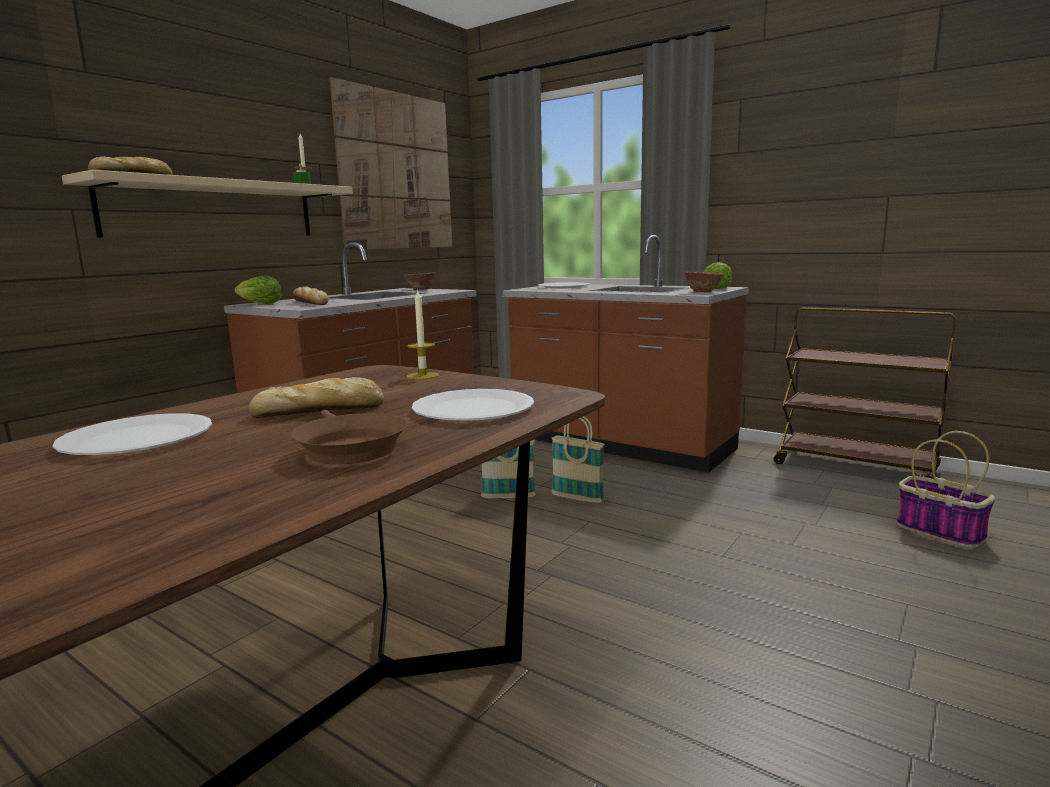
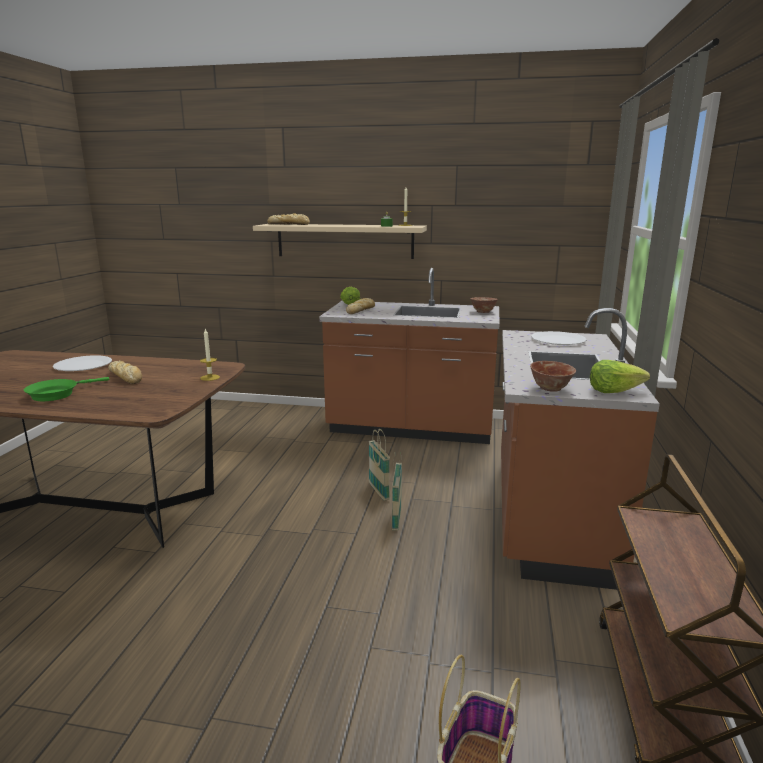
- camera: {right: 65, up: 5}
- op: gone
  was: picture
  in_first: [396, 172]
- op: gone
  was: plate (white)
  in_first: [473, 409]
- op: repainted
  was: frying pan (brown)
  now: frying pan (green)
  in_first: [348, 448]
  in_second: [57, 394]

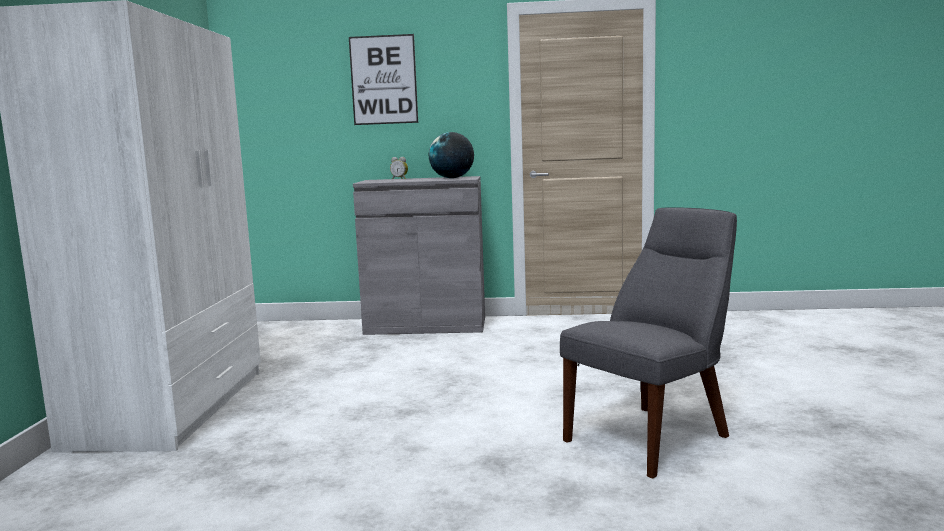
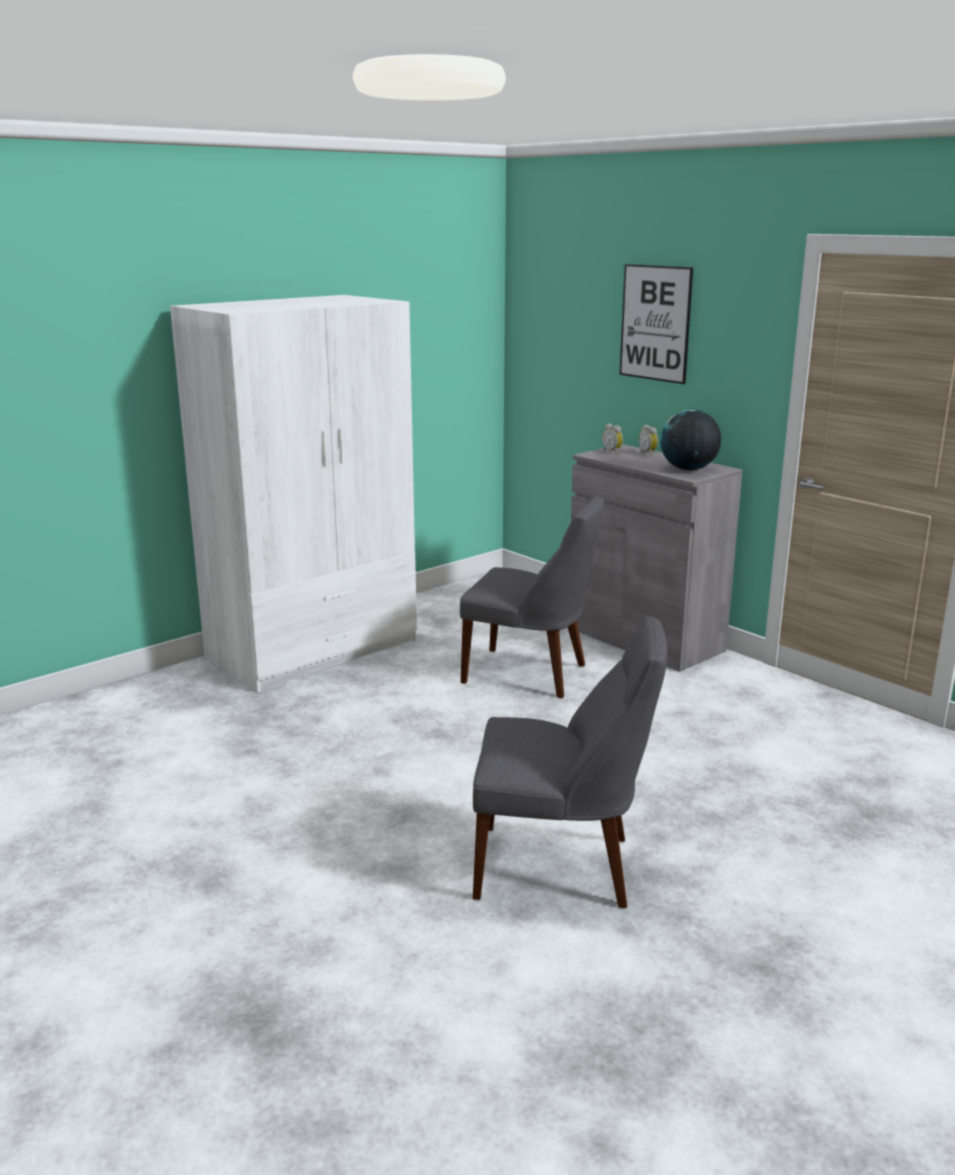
- camera: {right: 45, up: 10}
- op: new
  now: alarm clock
  in_second: [612, 452]
- op: new
  now: chair (grey)
  in_second: [530, 674]

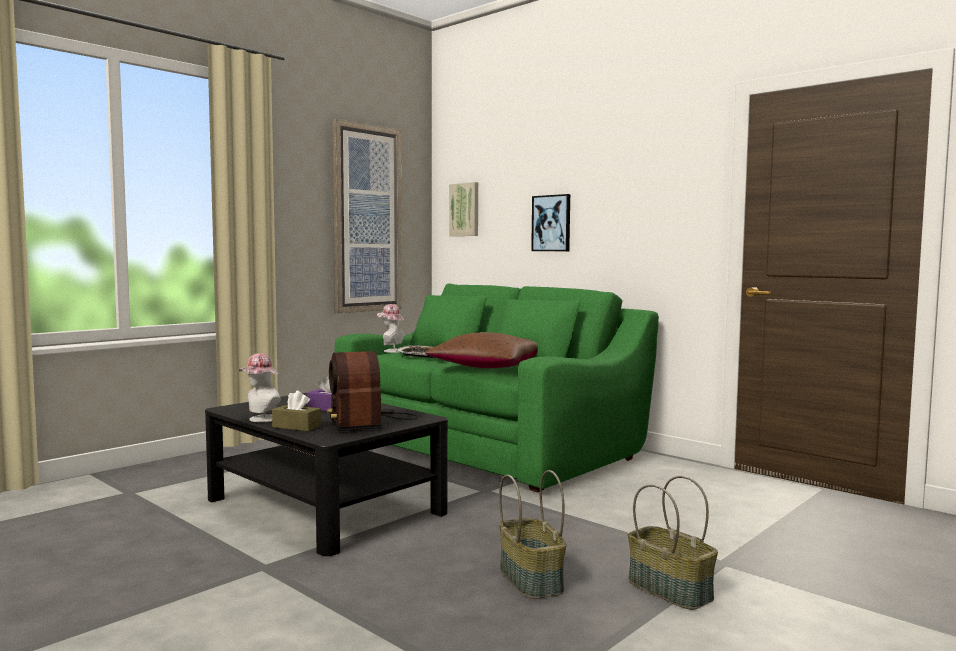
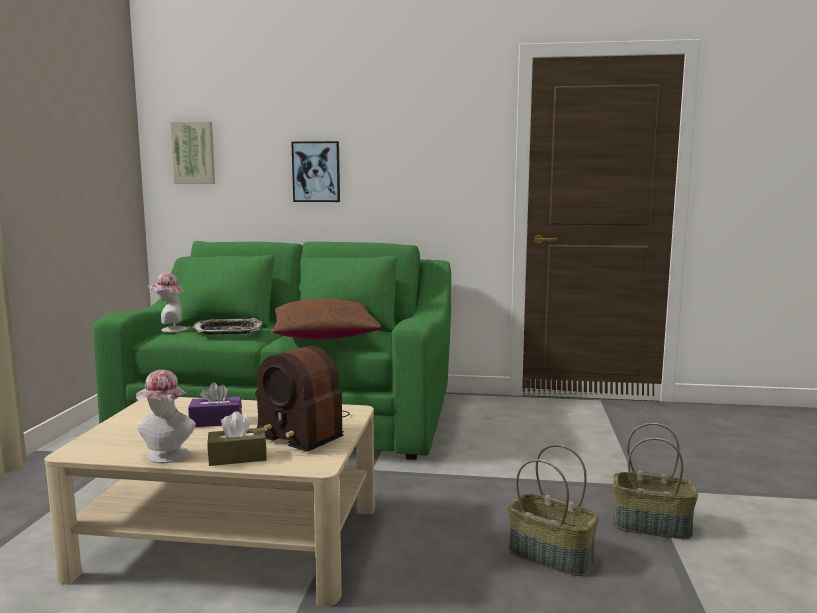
- camera: {right: -35, up: 5}
- op: gone
  was: picture
  in_first: [366, 219]
- op: repainted
  was: coffee table (black)
  now: coffee table (beige)
  in_first: [325, 506]
  in_second: [231, 540]

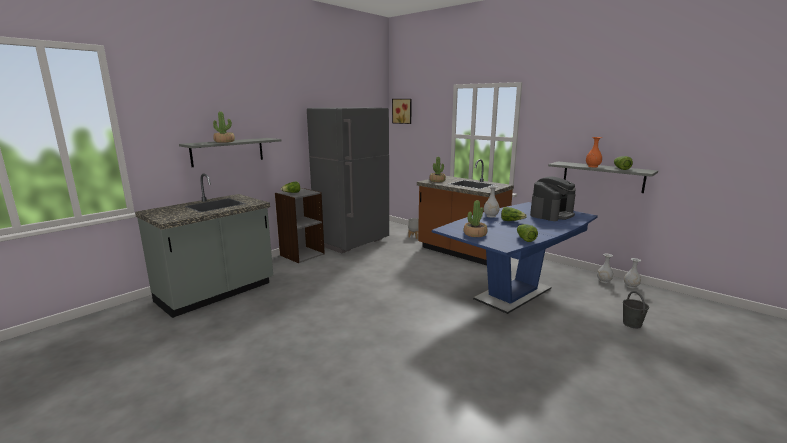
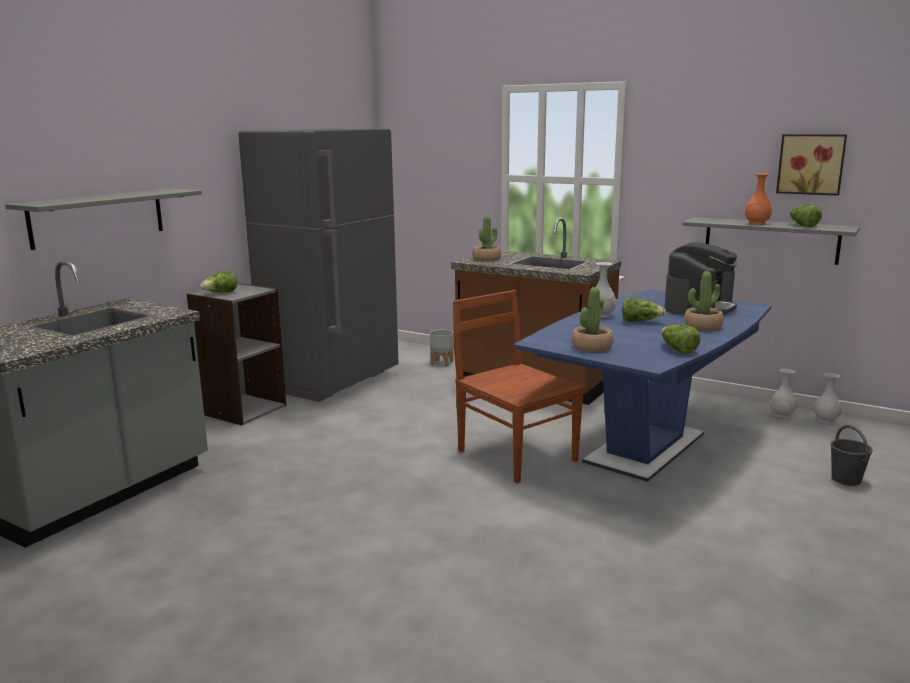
- camera: {right: -10, up: 0}
- op: shifted
  was: picture
  in_first: [402, 111]
  in_second: [811, 164]
- op: shifted
  was: potted plant
  in_first: [224, 141]
  in_second: [703, 326]
- op: new
  now: chair (brown)
  in_second: [515, 454]

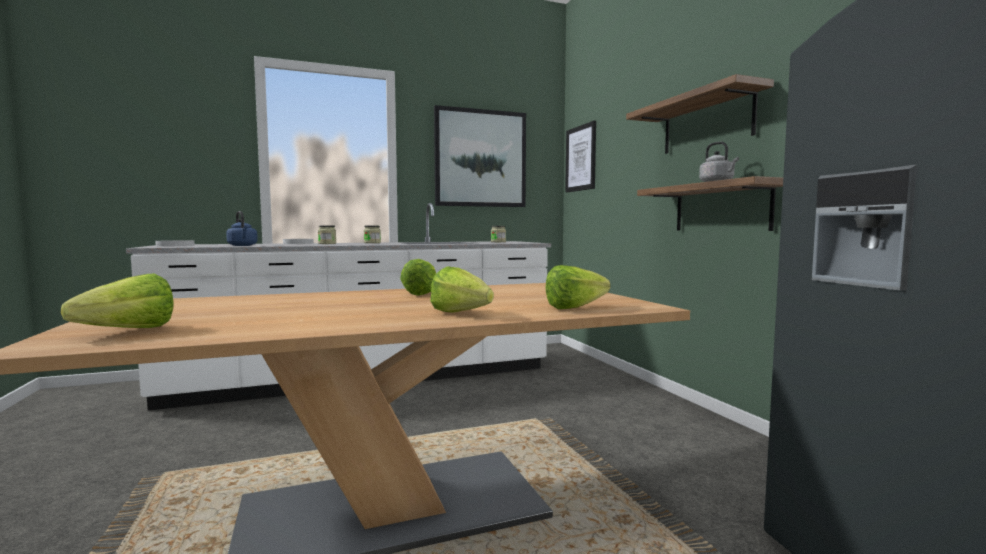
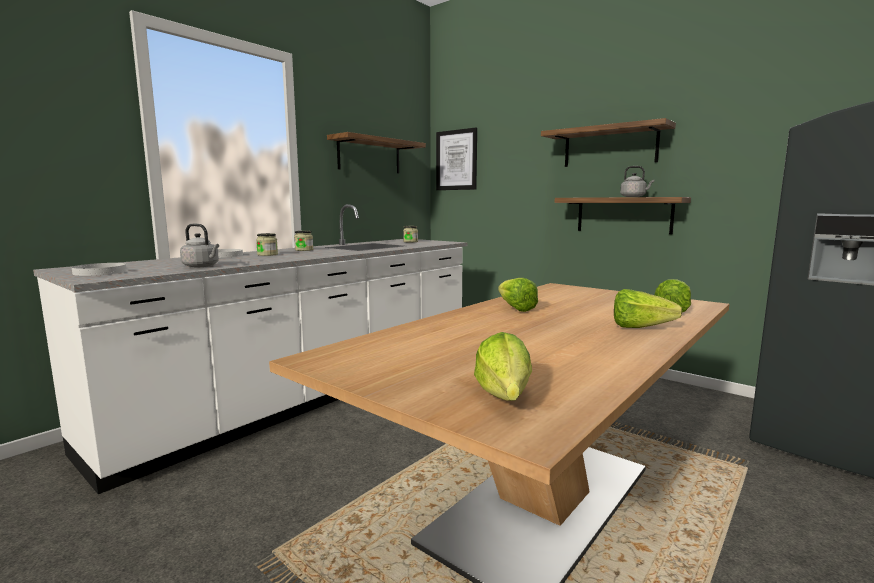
- camera: {right: -30, up: 5}
- op: swapped
  was: picture
  now: shelf
  in_first: [480, 158]
  in_second: [369, 156]
- op: repainted
  was: kettle (blue)
  now: kettle (grey)
  in_first: [243, 245]
  in_second: [202, 266]

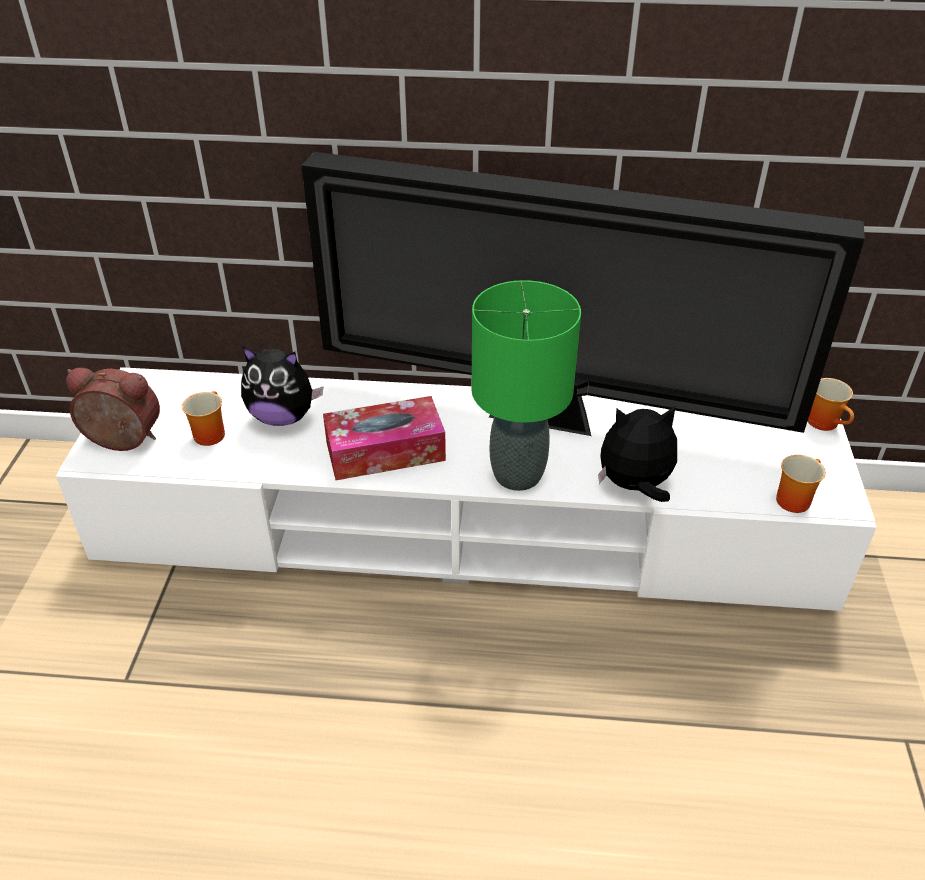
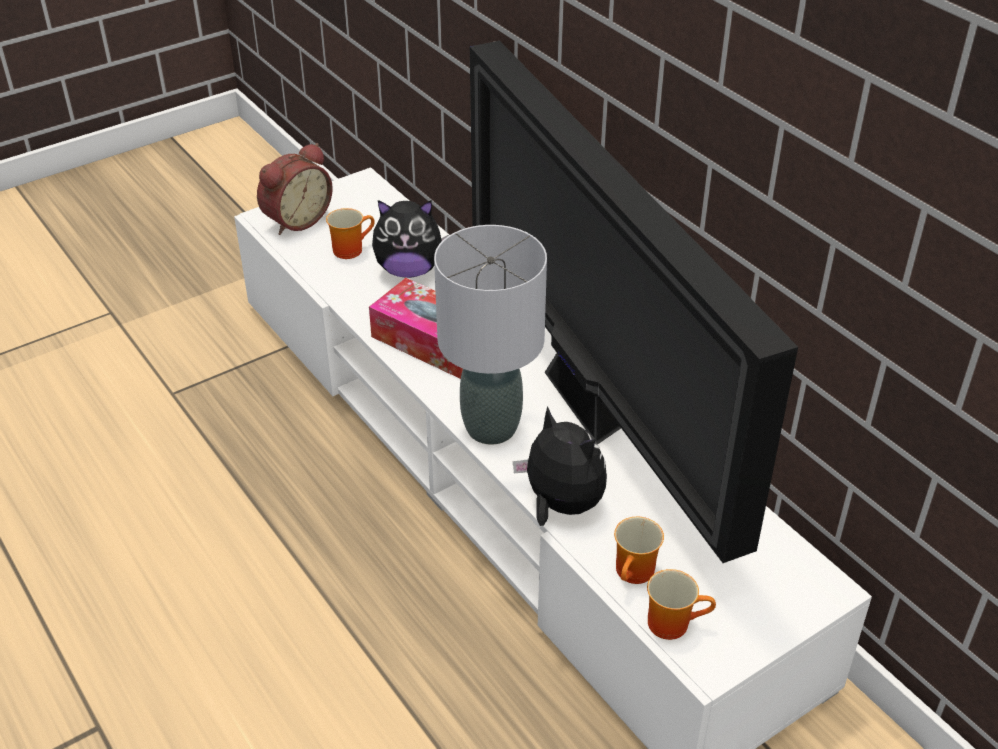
- camera: {right: 50, up: 0}
- op: repainted
  was: table lamp (green)
  now: table lamp (grey)
  in_first: [517, 474]
  in_second: [491, 427]
- op: rotated
  was: plush toy
  in_first: [283, 417]
  in_second: [409, 270]
  clockwise: -60
- op: rotated
  was: alarm clock
  in_first: [122, 442]
  in_second: [295, 219]
  clockwise: 75
- op: shifted
  was: mug
  in_first: [826, 423]
  in_second: [636, 574]

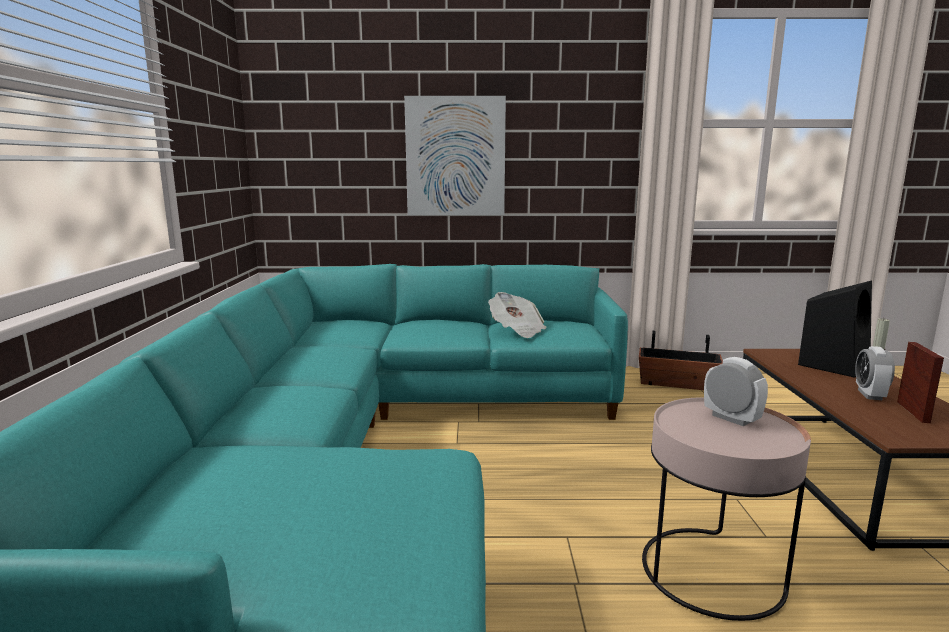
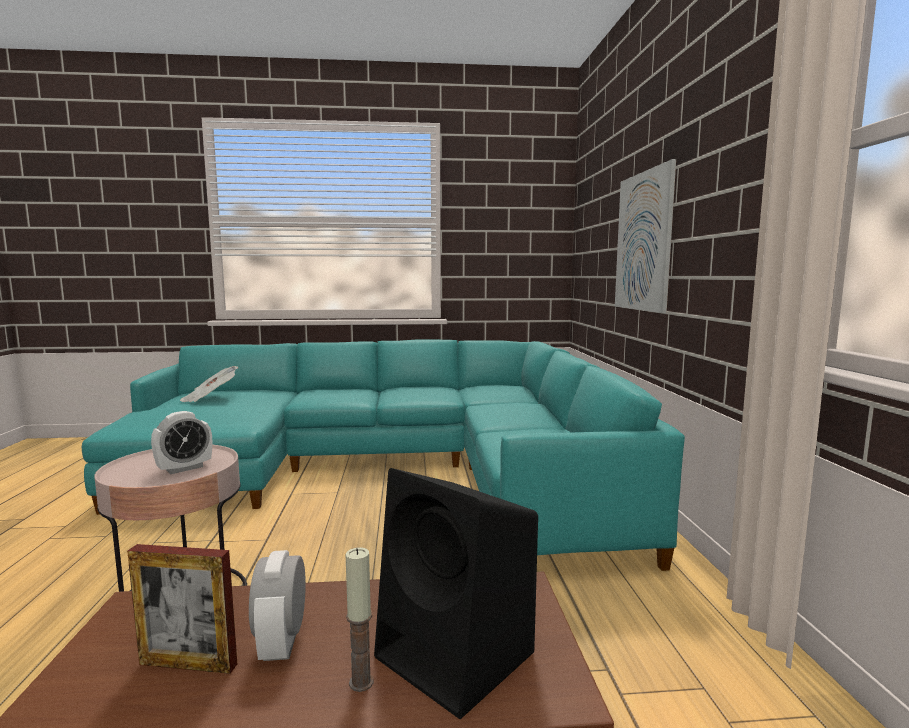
- camera: {right: 85, up: -5}
- op: shifted
  was: newspaper
  in_first: [517, 330]
  in_second: [210, 399]
- op: gone
  was: planter
  in_first: [677, 383]
- op: rotated
  was: alarm clock
  in_first: [869, 395]
  in_second: [281, 643]
  clockwise: -105

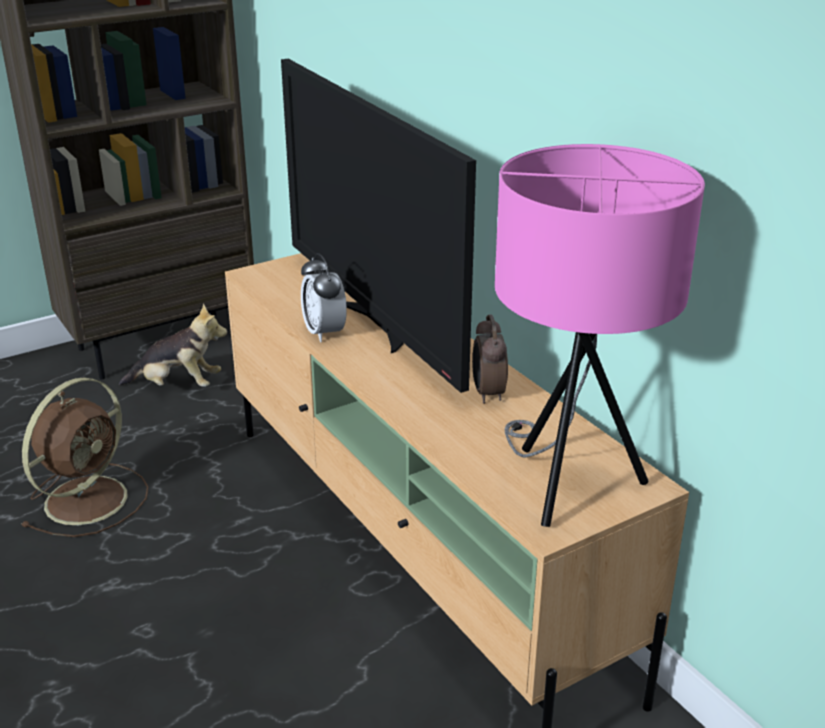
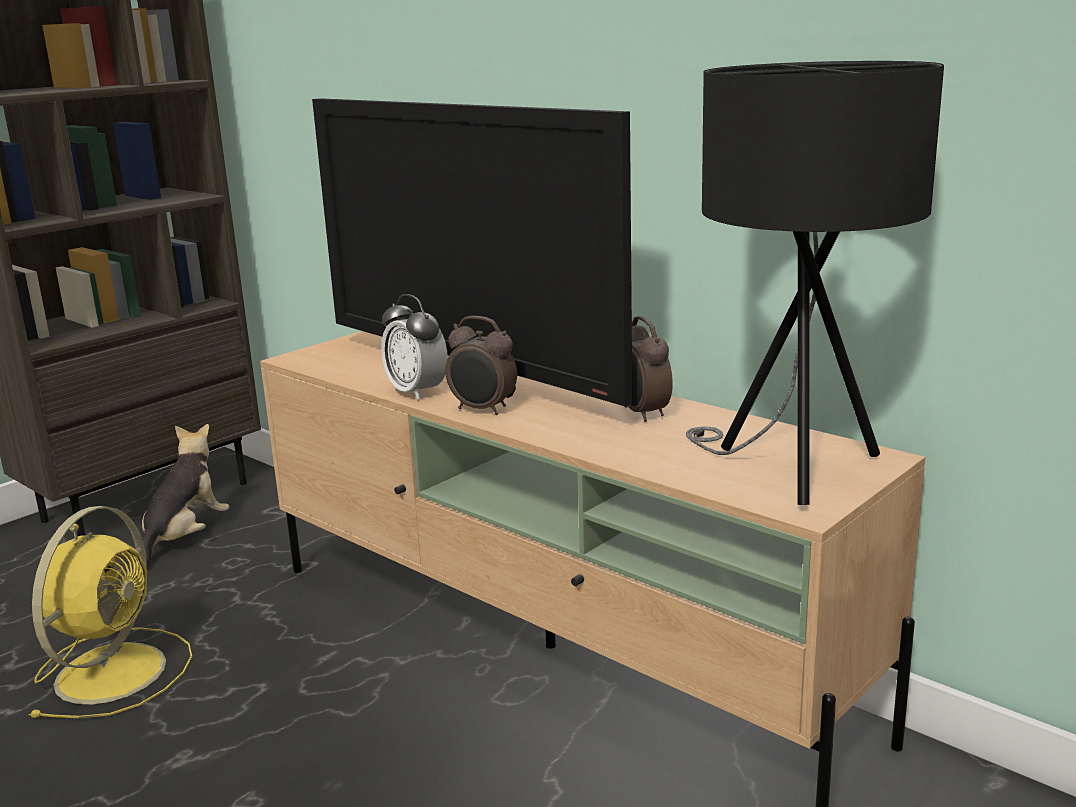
- camera: {right: -15, up: -10}
- op: repainted
  was: table lamp (pink)
  now: table lamp (black)
  in_first: [567, 482]
  in_second: [792, 469]
- op: rotated
  was: plush toy
  in_first: [178, 385]
  in_second: [185, 537]
  clockwise: -60
- op: repainted
  was: fan (brown)
  now: fan (yellow)
  in_first: [89, 498]
  in_second: [114, 670]
- op: new
  now: alarm clock
  in_second: [482, 410]

